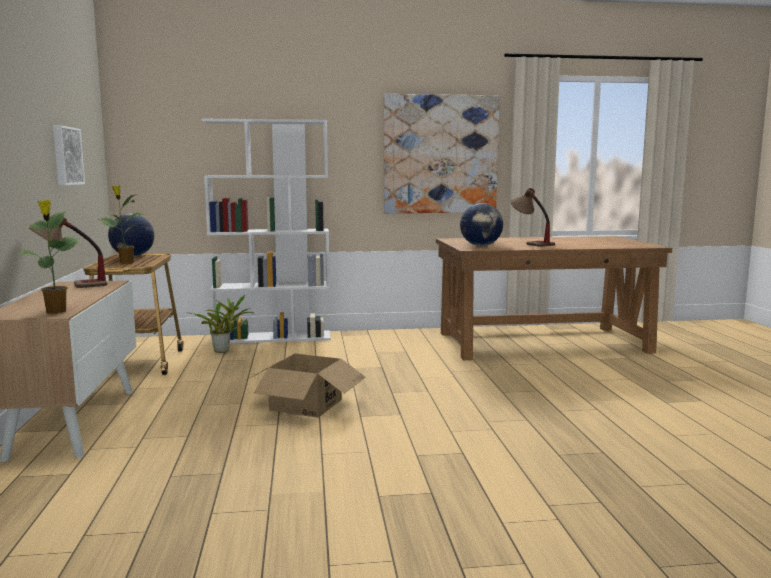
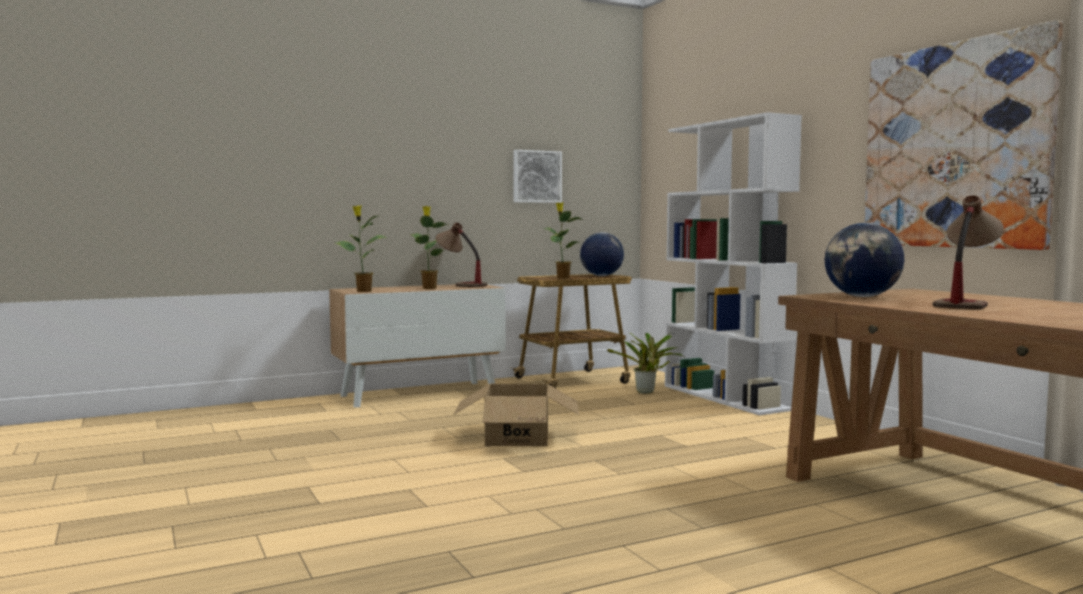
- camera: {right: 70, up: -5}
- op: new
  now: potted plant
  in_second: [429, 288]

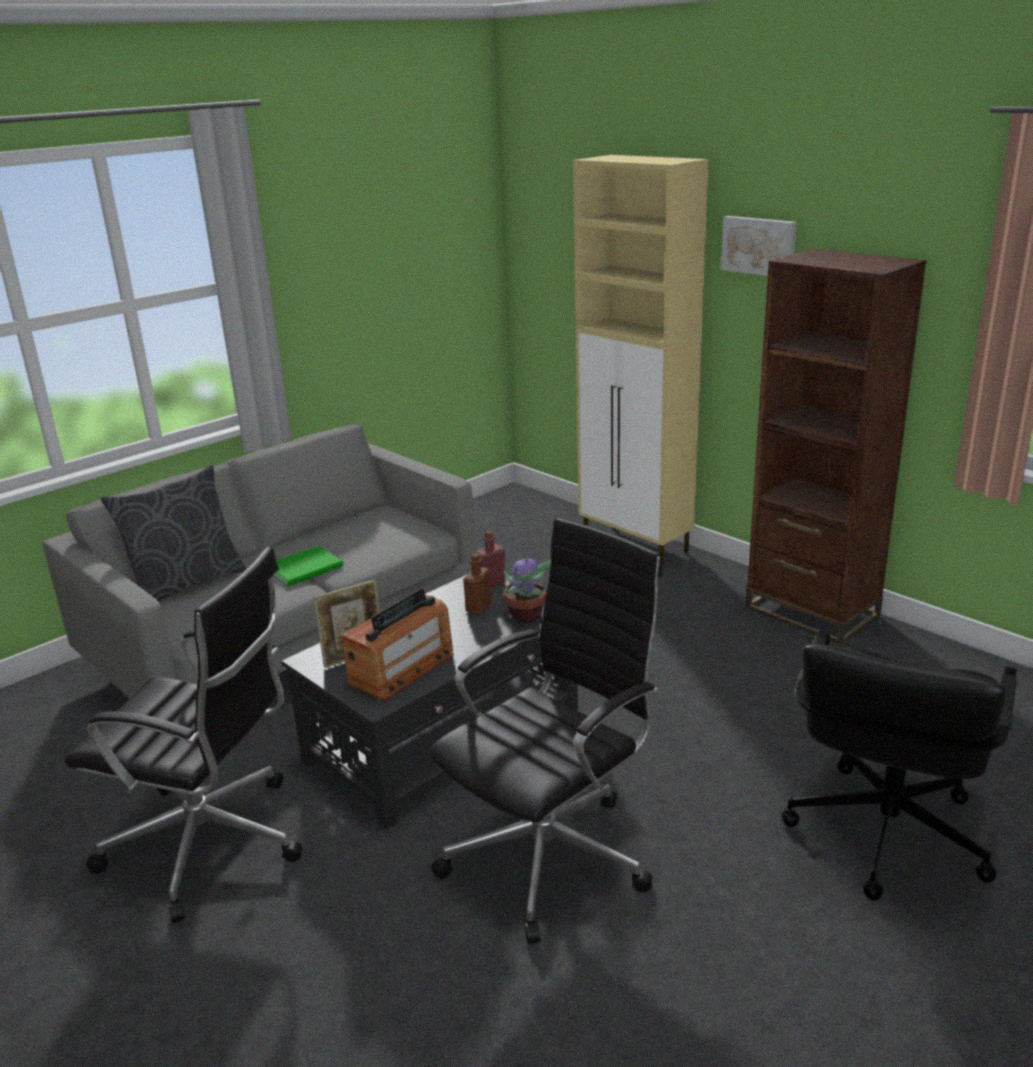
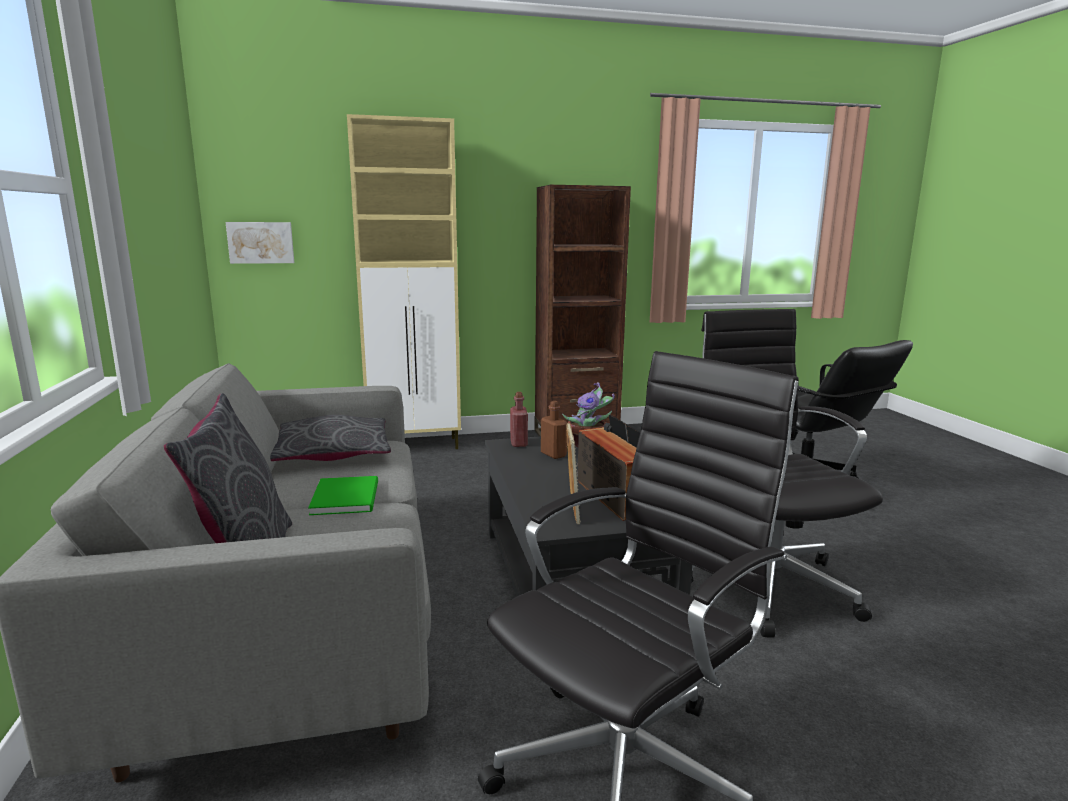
- camera: {right: -60, up: -10}
- op: shifted
  was: picture
  in_first: [759, 246]
  in_second: [261, 242]
- op: new
  now: pillow (grey)
  in_second: [332, 453]

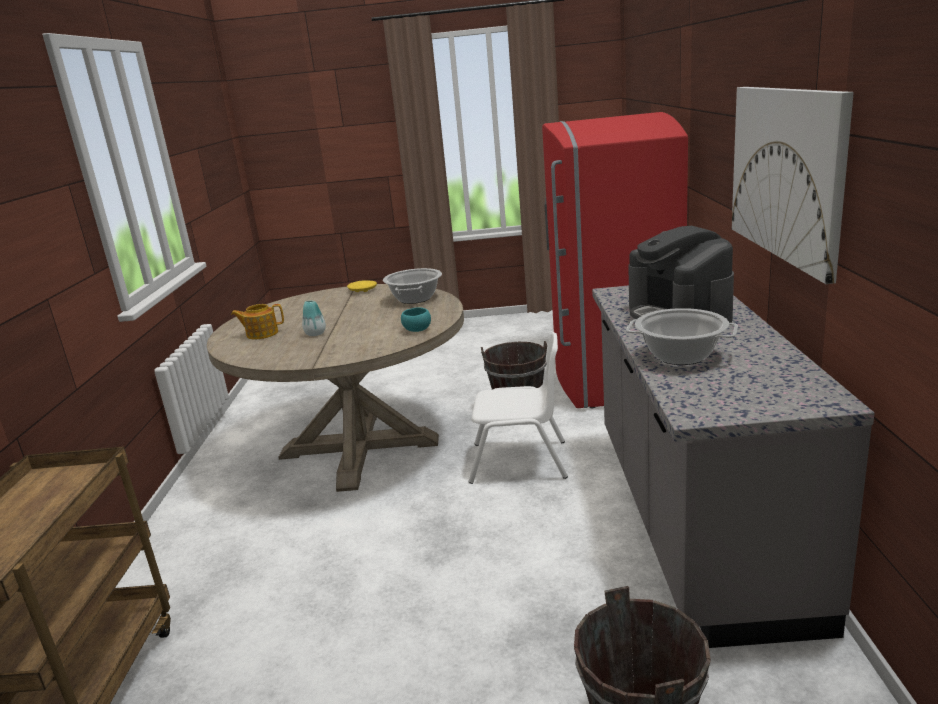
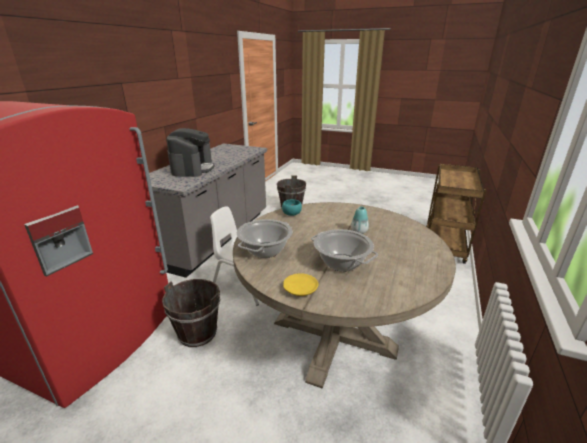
- camera: {right: -160, up: 5}
- op: gone
  was: picture
  in_first: [785, 173]
- op: gone
  was: teapot
  in_first: [261, 334]
- op: shifted
  was: cooking pot
  in_first: [680, 356]
  in_second: [342, 263]

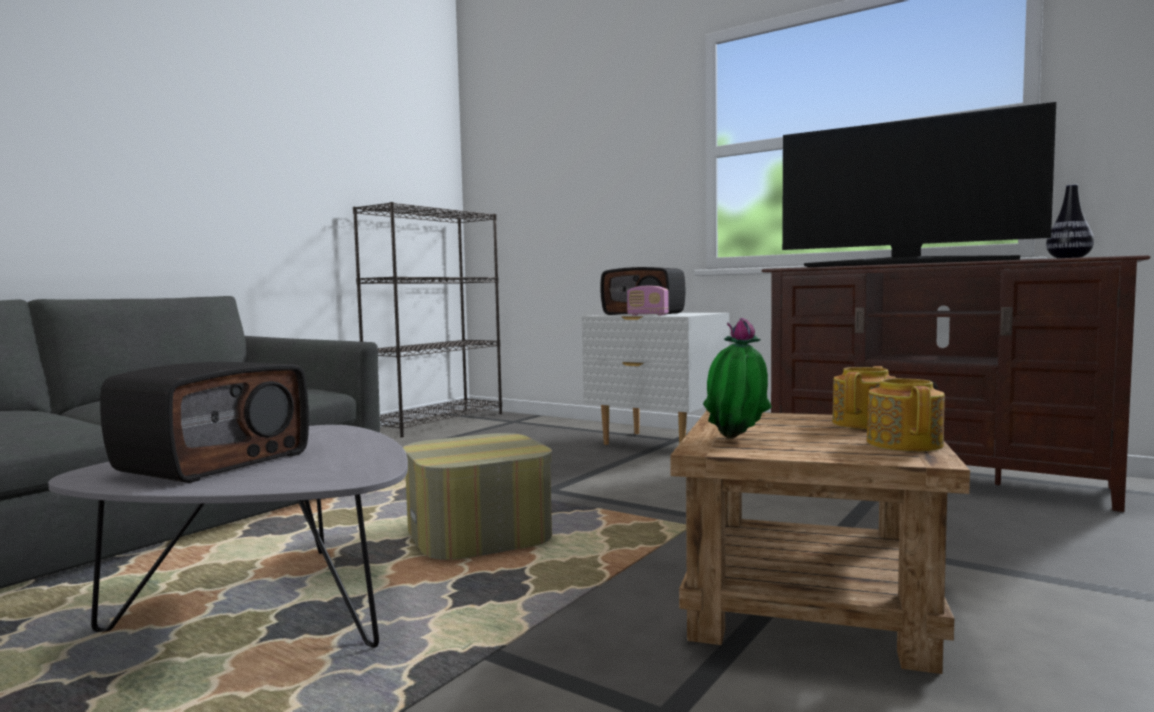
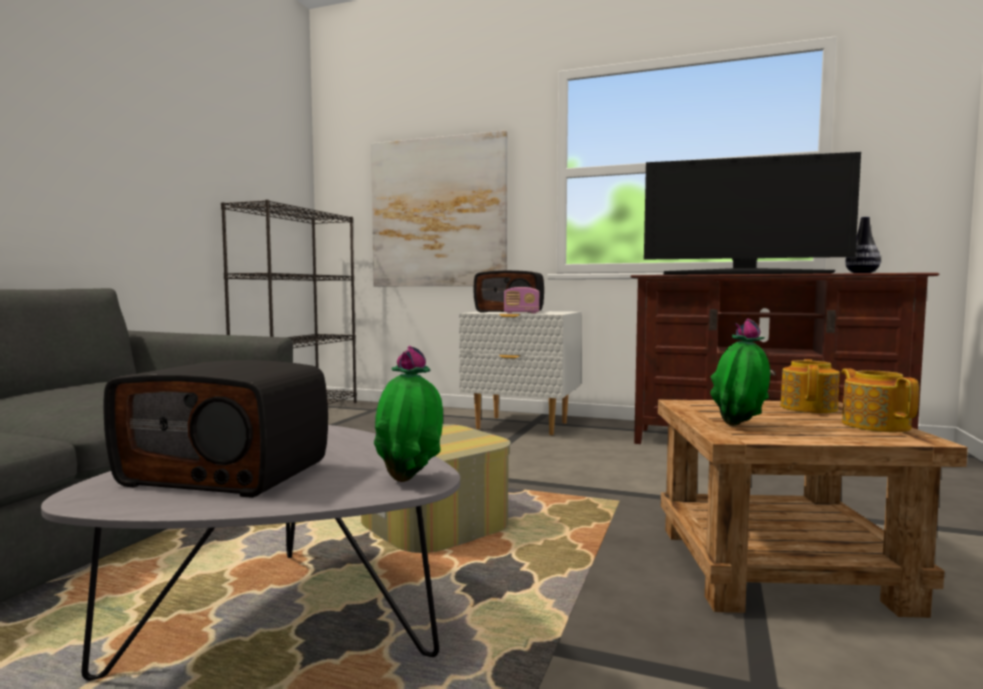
- camera: {right: -15, up: 0}
- op: rotated
  was: radio
  in_first: [213, 462]
  in_second: [229, 473]
  clockwise: 90
- op: new
  now: picture
  in_second: [438, 213]
- op: new
  now: potted plant
  in_second: [410, 479]

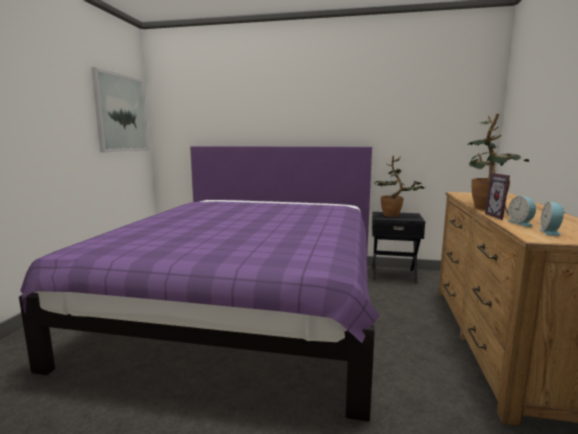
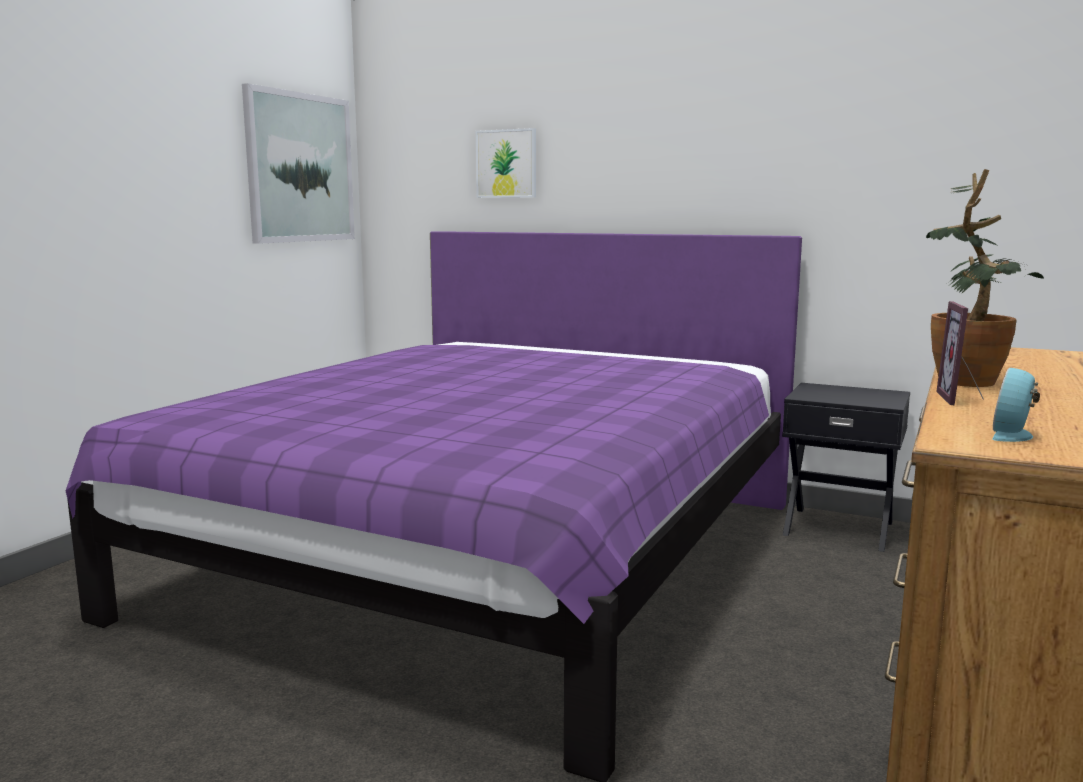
- camera: {right: 15, up: 0}
- op: gone
  was: potted plant
  in_first: [395, 215]
- op: gone
  was: alarm clock
  in_first: [521, 223]
- op: new
  now: picture
  in_second: [506, 164]

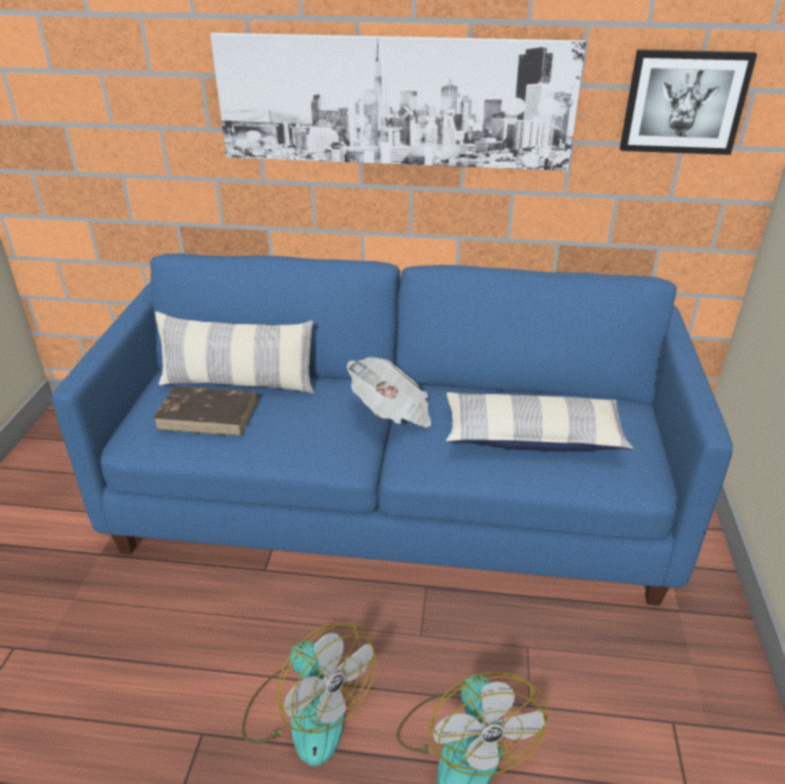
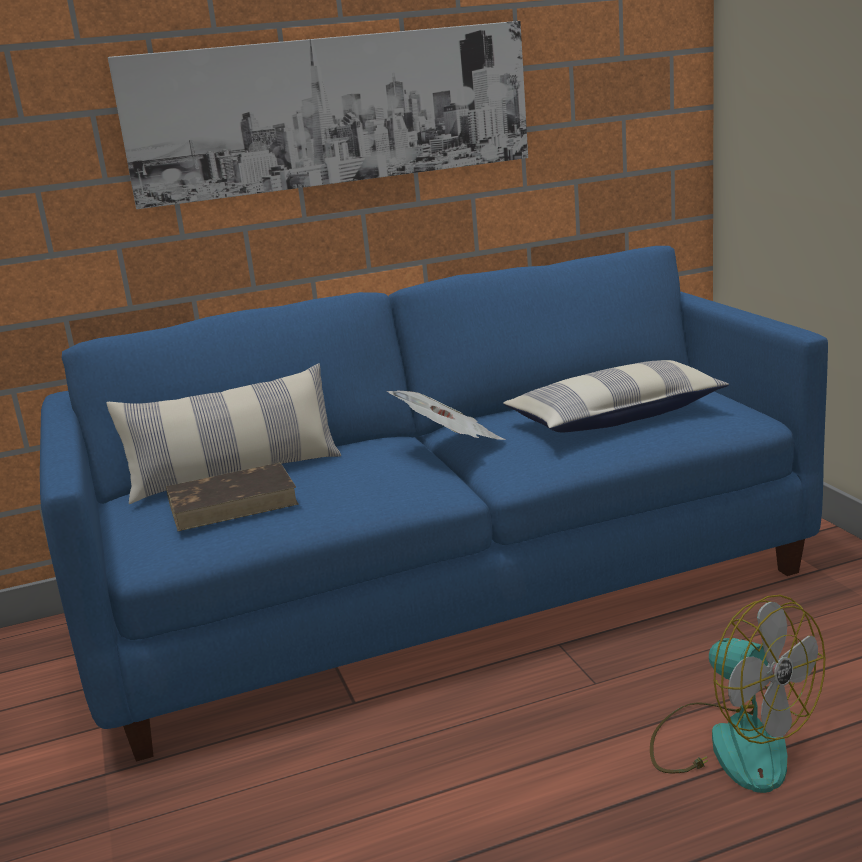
- camera: {right: -25, up: -15}
- op: gone
  was: picture
  in_first: [684, 102]
- op: gone
  was: fan
  in_first: [306, 711]

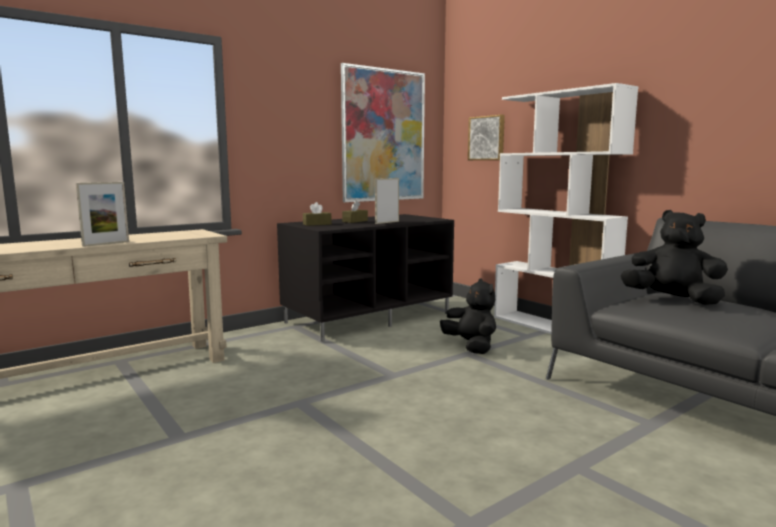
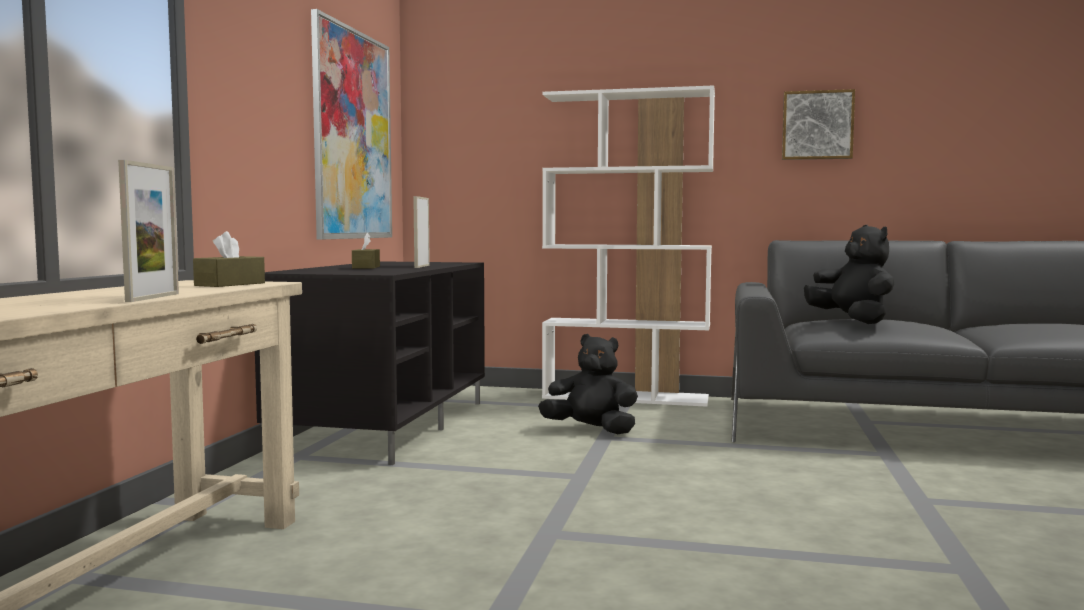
- camera: {right: -40, up: -5}
- op: shifted
  was: picture
  in_first: [487, 138]
  in_second: [817, 125]
- op: shifted
  was: tissue box (brown)
  in_first: [317, 224]
  in_second: [230, 284]
- op: rotated
  was: plush toy (black)
  in_first: [672, 300]
  in_second: [852, 321]
  clockwise: 75

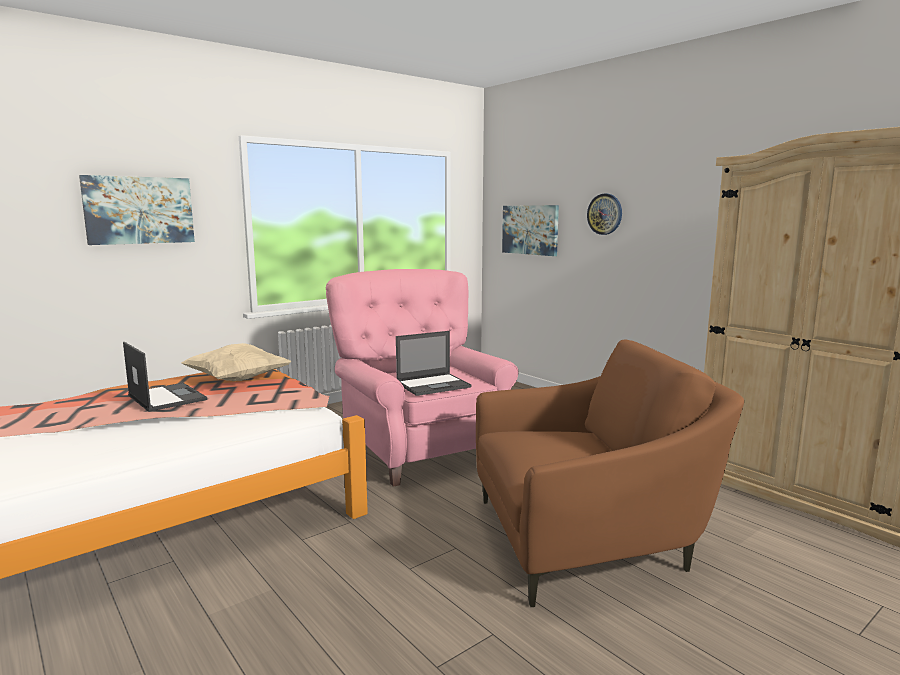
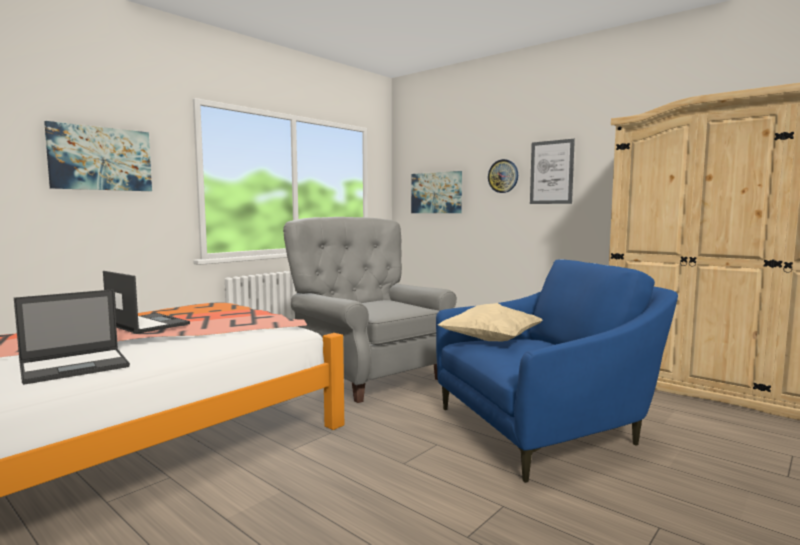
- camera: {right: -10, up: -5}
- op: repainted
  was: armchair (pink)
  now: armchair (grey)
  in_first: [420, 450]
  in_second: [368, 375]
- op: shifted
  was: laptop
  in_first: [434, 385]
  in_second: [76, 366]
- op: repainted
  was: armchair (brown)
  now: armchair (blue)
  in_first: [588, 539]
  in_second: [545, 429]
- op: shifted
  was: pillow (beige)
  in_first: [237, 380]
  in_second: [490, 341]
- op: new
  now: picture
  in_second: [551, 172]

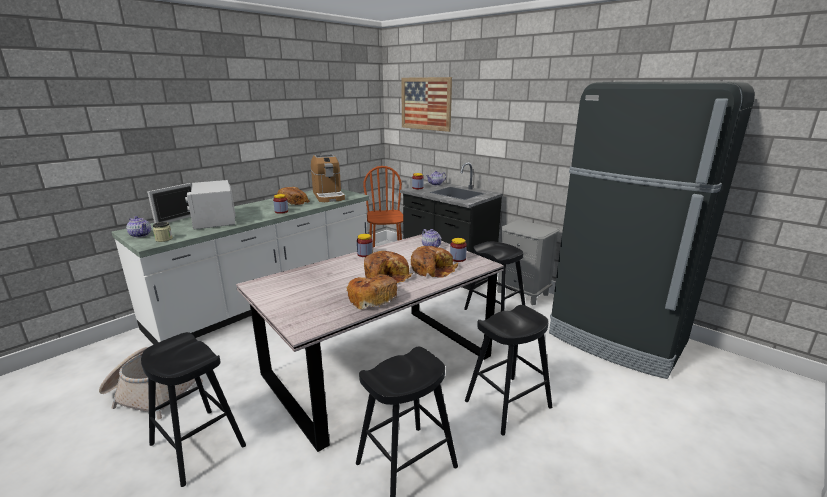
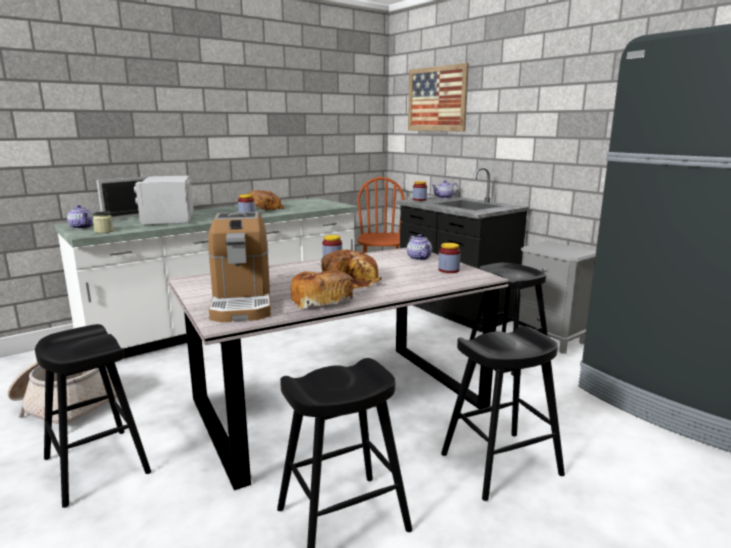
- camera: {right: 10, up: -5}
- op: shifted
  was: coffee machine
  in_first: [328, 196]
  in_second: [242, 303]
- op: gone
  was: bread
  in_first: [432, 269]

